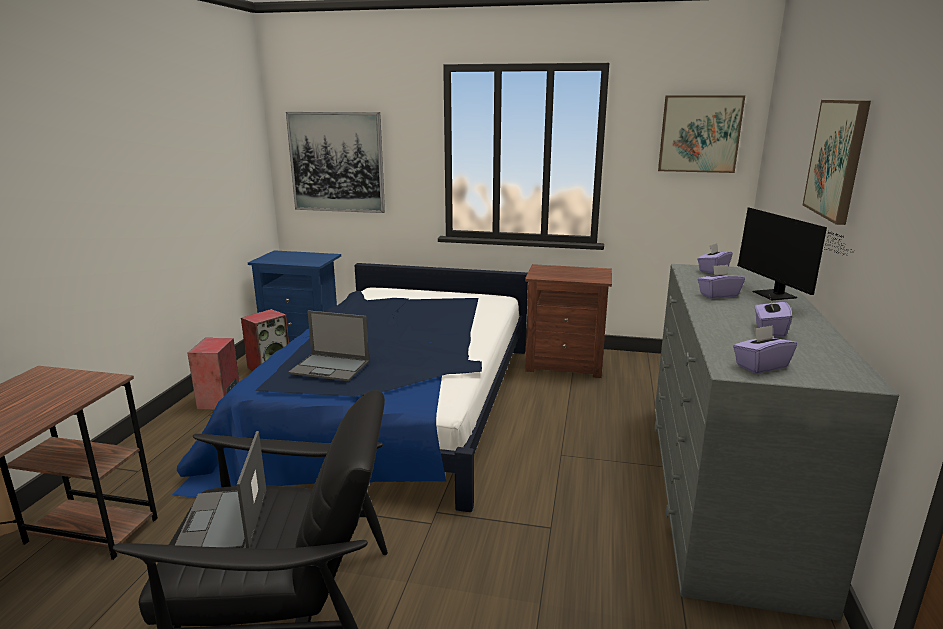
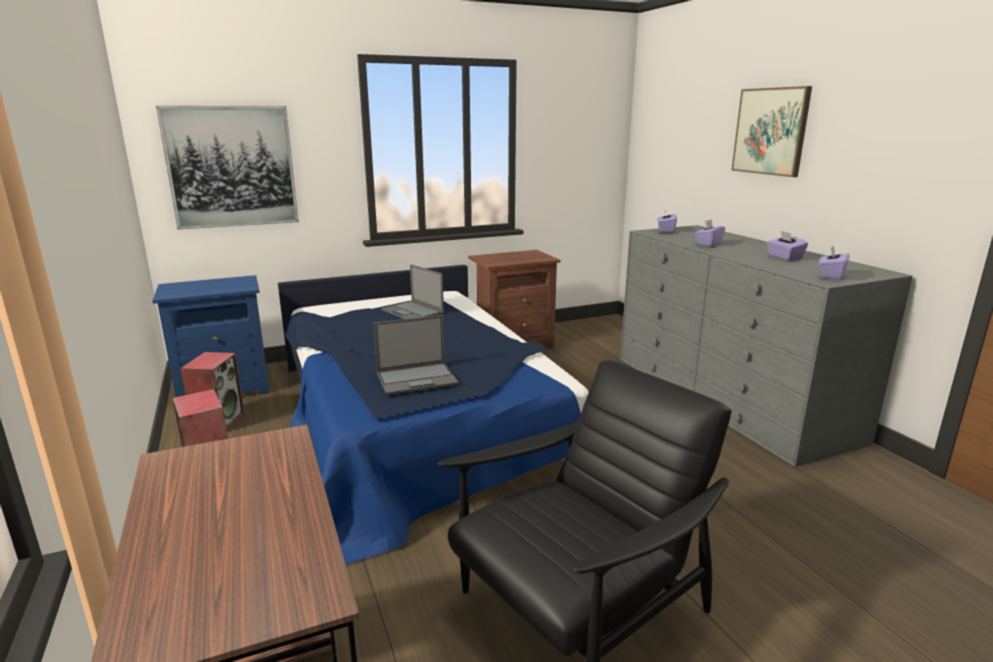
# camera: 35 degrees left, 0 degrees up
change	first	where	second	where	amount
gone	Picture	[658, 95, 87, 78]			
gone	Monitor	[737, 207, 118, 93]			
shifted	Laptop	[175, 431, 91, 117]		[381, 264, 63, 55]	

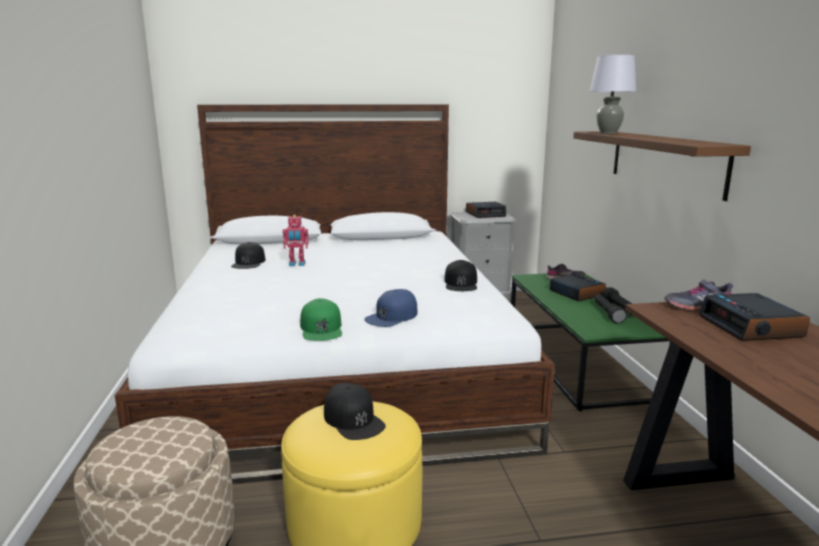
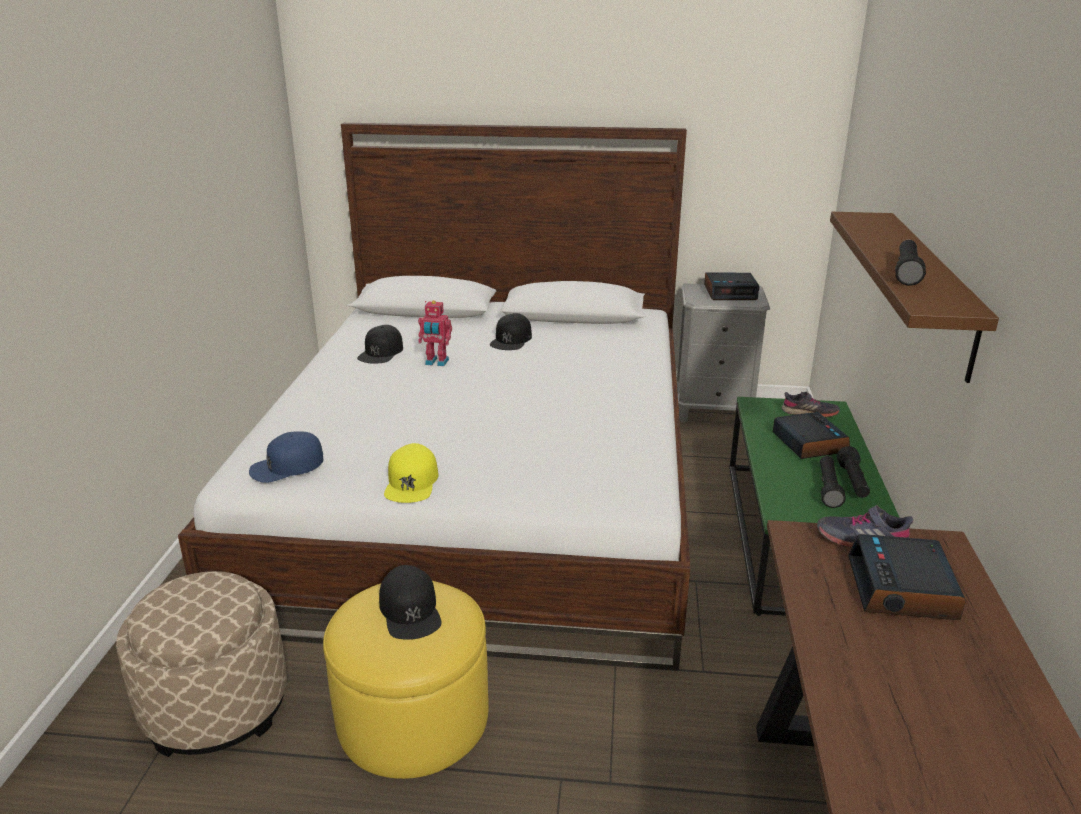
# camera: 15 degrees right, 10 degrees up
change	first	where	second	where	amount
gone	GreyTableLamp	[589, 55, 47, 79]			
new			BlackFlashlight	[895, 240, 31, 46]	
shifted	BlueCap	[364, 289, 53, 38]		[249, 431, 74, 52]	
shifted	BlackCap	[444, 260, 33, 31]		[490, 313, 42, 37]	
repainted	GreenCap	[300, 298, 42, 43]	YellowCap	[384, 443, 54, 60]	

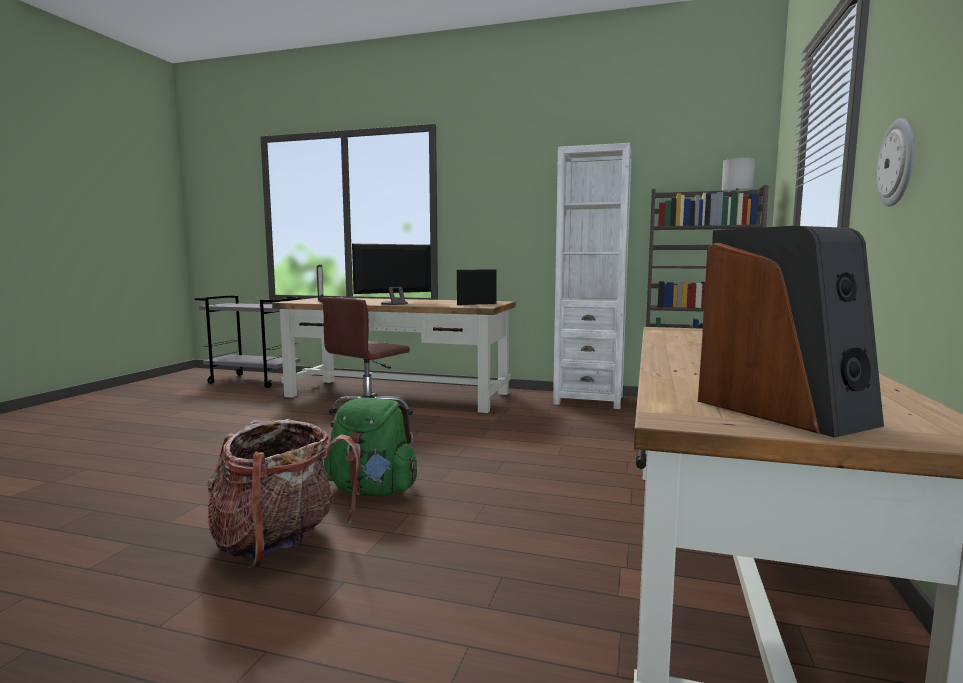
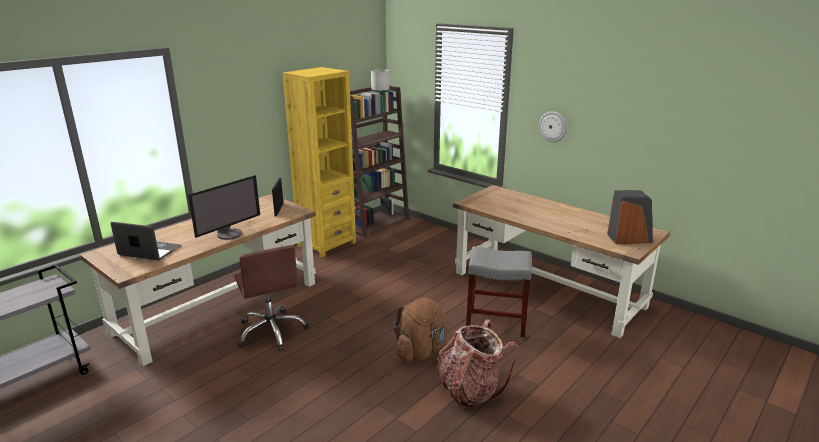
# camera: 65 degrees left, 15 degrees up
change	first	where	second	where	amount
new			GreyStool	[466, 246, 66, 92]	
repainted	GreenBackpack	[324, 397, 93, 99]	BrownBackpack	[394, 297, 53, 65]	
repainted	WhiteBookcase	[553, 143, 79, 266]	YellowBookcase	[283, 67, 73, 191]	
rotated	Monitor	[352, 244, 79, 61]		[188, 175, 72, 65]	135 degrees counterclockwise

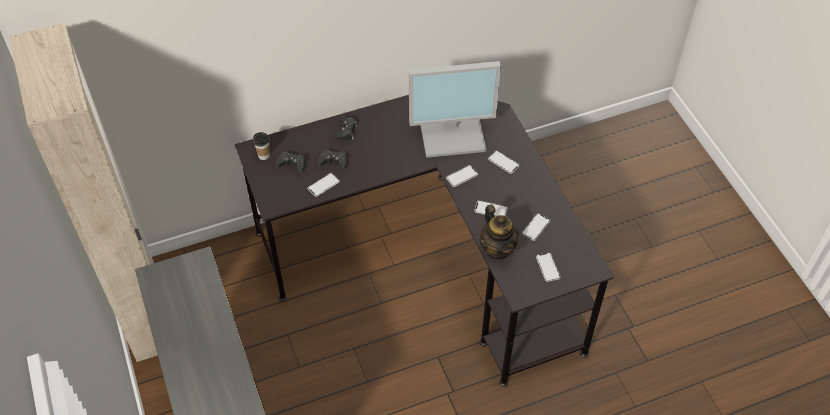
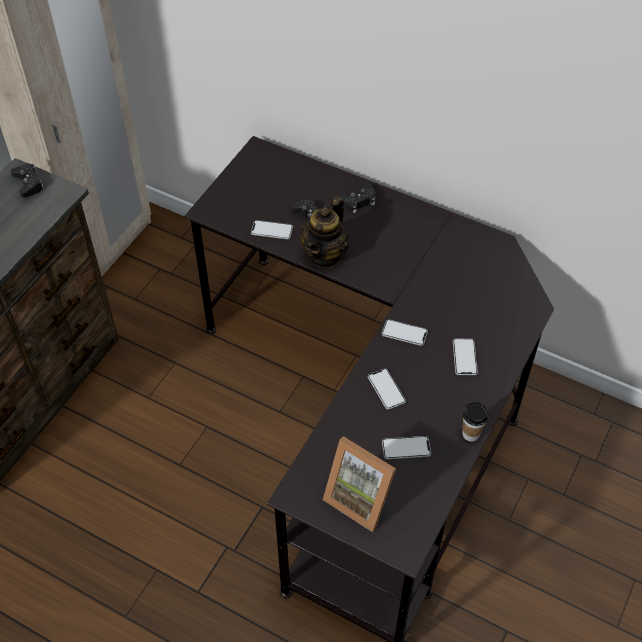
# camera: 50 degrees right, 0 degrees up
change	first	where	second	where	amount
gone	Monitor	[409, 61, 92, 97]			
shifted	Cup	[253, 132, 17, 28]		[462, 402, 26, 40]	
shifted	BlackGameController	[276, 151, 29, 21]		[11, 163, 33, 35]	
shifted	Teapot	[480, 204, 39, 56]		[300, 196, 49, 72]	
swapped	Phone	[536, 252, 25, 30]	PictureFrame	[323, 436, 73, 96]	

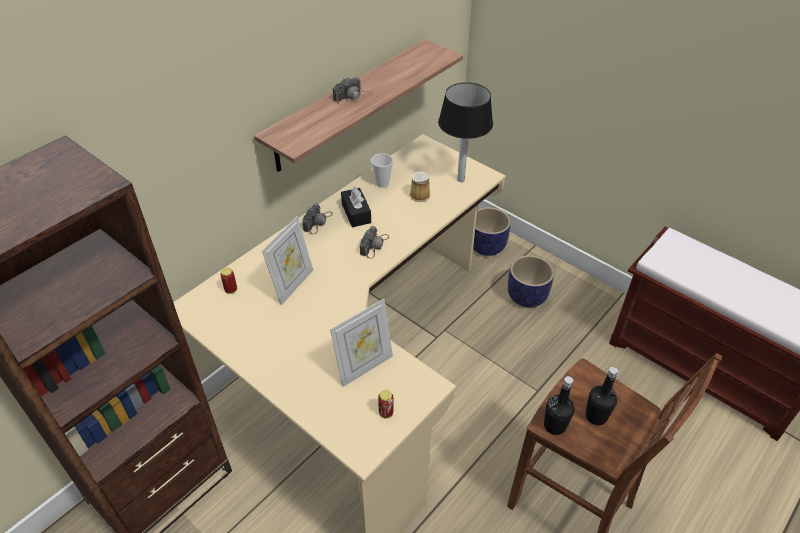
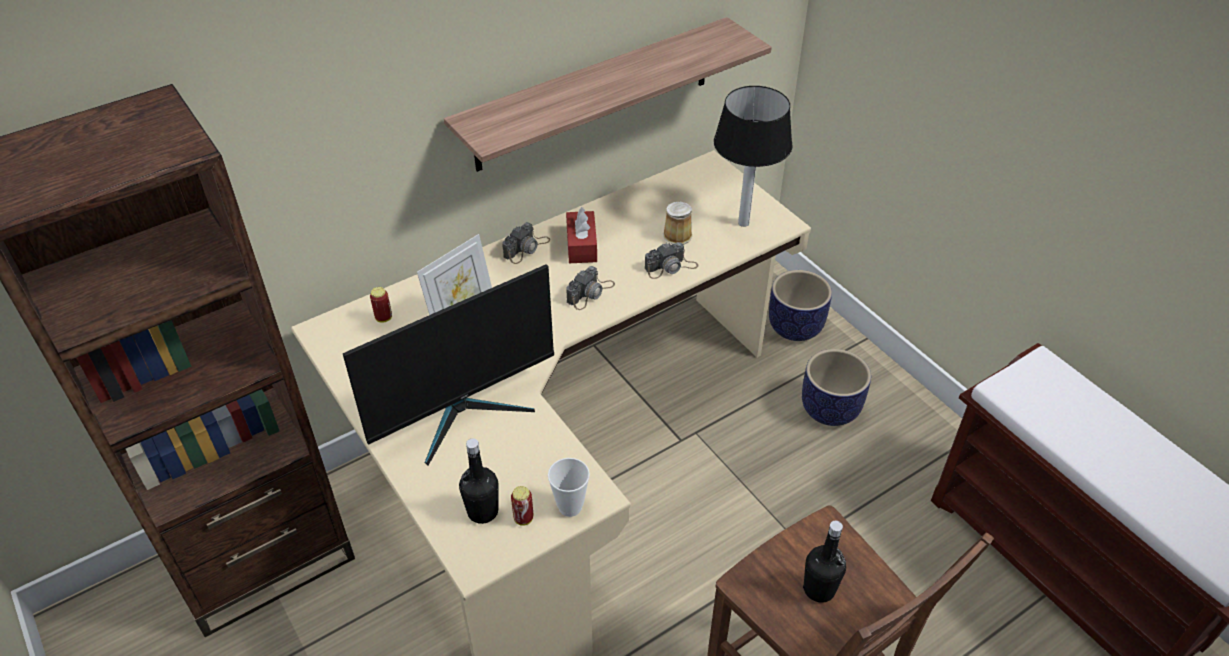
# camera: 15 degrees right, 0 degrees up
change	first	where	second	where	amount
gone	PictureFrame	[330, 299, 63, 88]			
new			Monitor	[343, 265, 211, 200]	
shifted	PhotoCamera	[333, 76, 40, 29]		[645, 242, 54, 37]	
shifted	Cup	[371, 153, 22, 35]		[548, 458, 42, 59]	
shifted	BlackBottle	[544, 376, 31, 59]		[459, 439, 39, 85]	
repainted	BlackTissueBox	[341, 186, 30, 41]	RedTissueBox	[566, 207, 31, 56]	

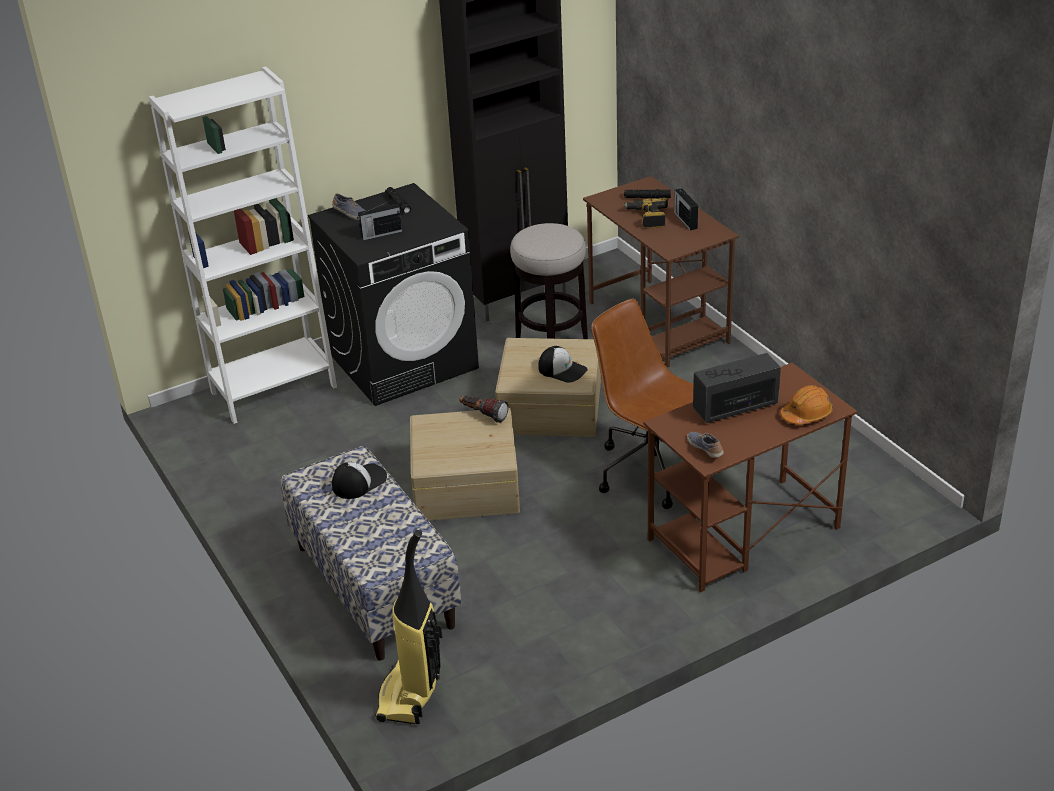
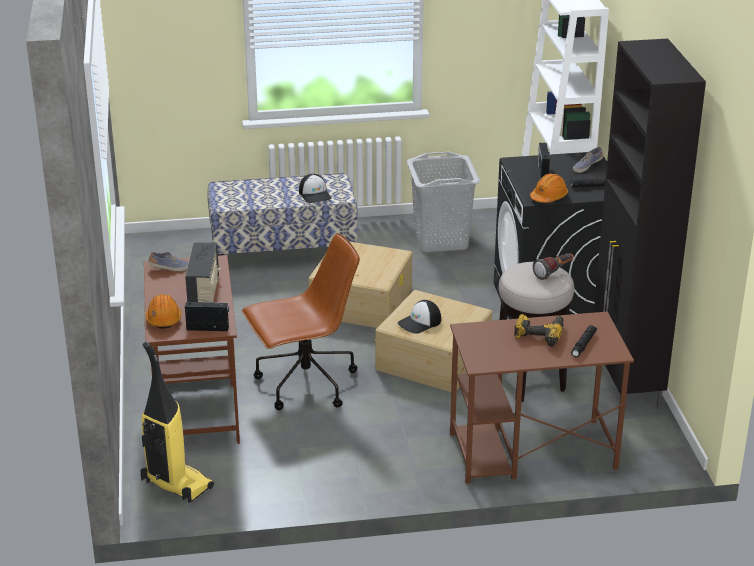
# camera: 110 degrees right, 5 degrees down
change	first	where	second	where	amount
new			GreyLaundryBasket	[407, 152, 73, 101]	
new			OrangeHardHat	[530, 173, 38, 30]	
shifted	VacuumCleaner	[375, 530, 67, 194]		[140, 342, 74, 161]	
shifted	Flashlight	[459, 395, 50, 28]		[533, 253, 41, 27]	
shifted	Radio	[674, 188, 24, 42]		[185, 297, 44, 34]	

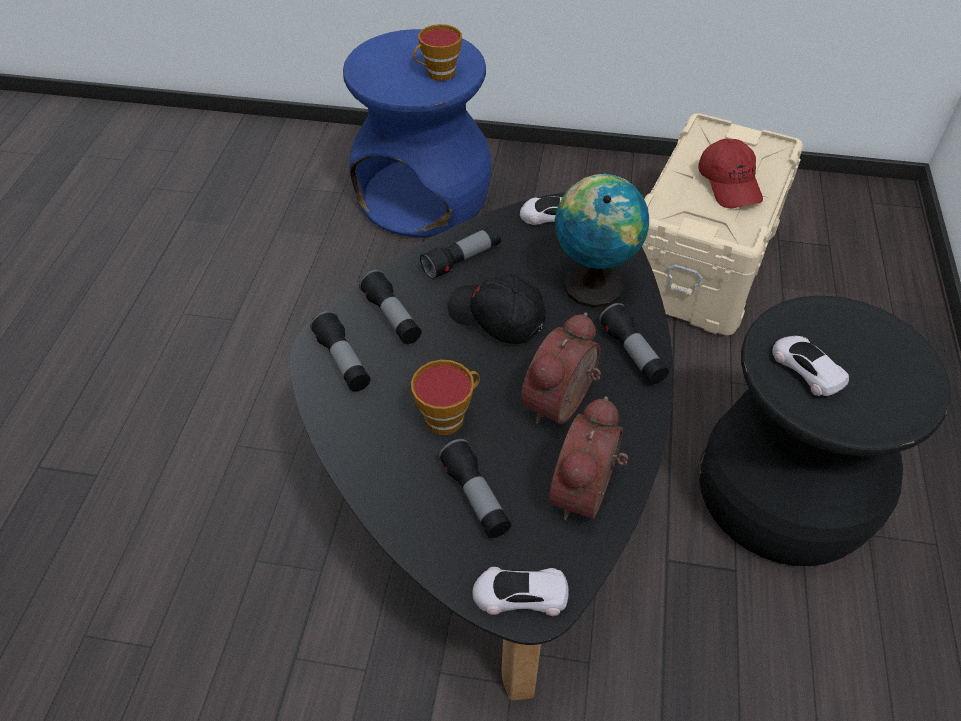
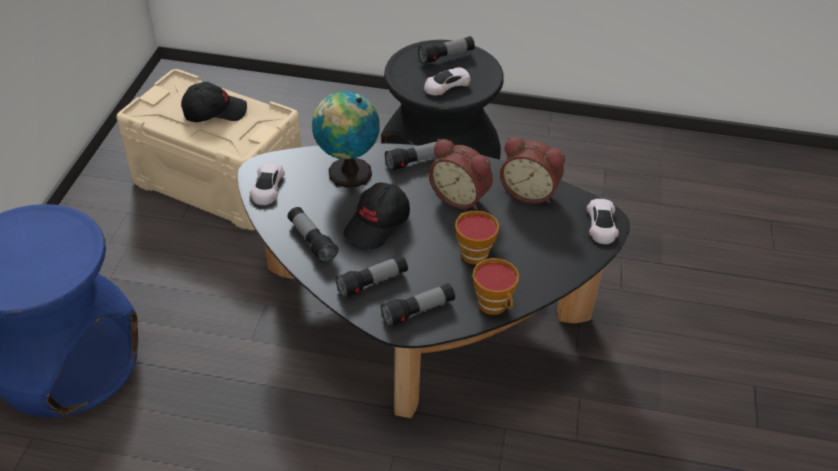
# camera: 90 degrees left, 5 degrees down
change	first	where	second	where	amount
shifted	Cup	[413, 24, 49, 57]		[473, 258, 46, 57]	
shifted	Flashlight	[438, 439, 73, 99]		[418, 36, 57, 28]	
repainted	RedCap	[698, 139, 65, 69]	BlackCap	[181, 82, 66, 40]	

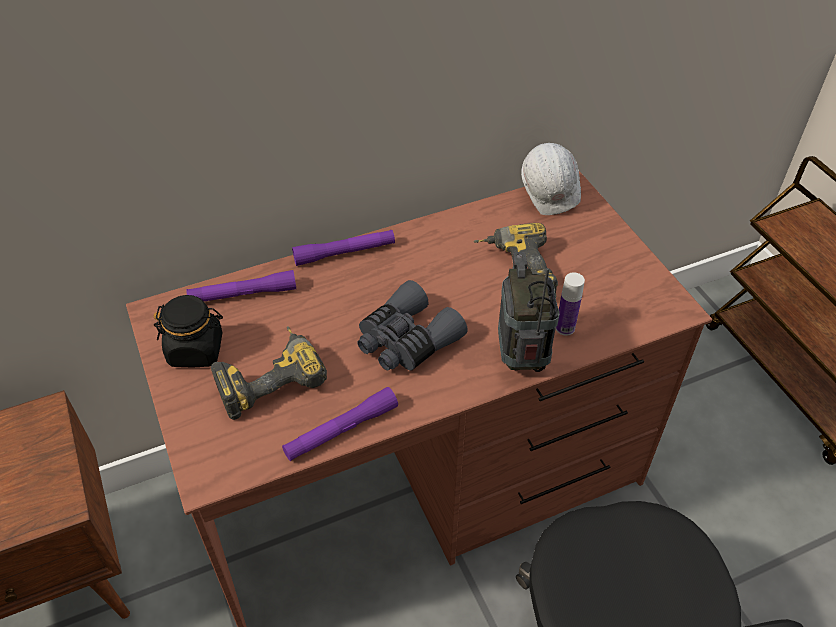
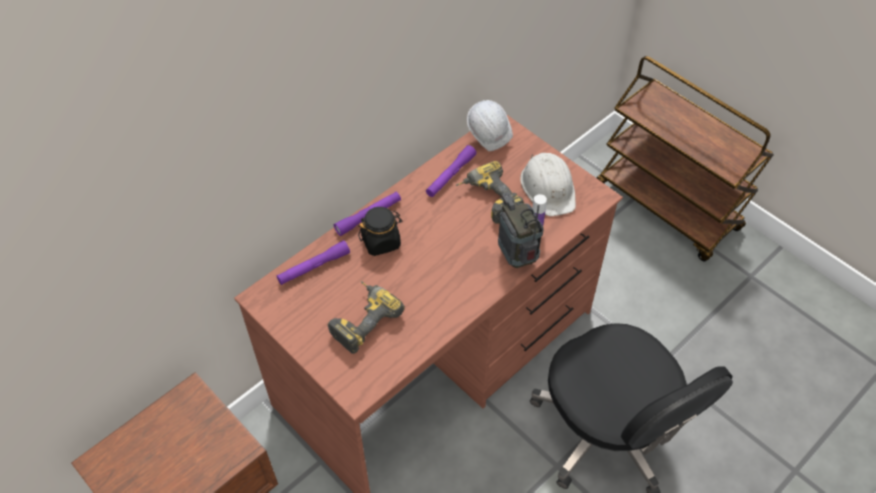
# camera: 20 degrees left, 5 degrees up
change	first	where	second	where	amount
gone	GreyBinoculars	[357, 280, 111, 91]			
new			WhiteHardHat	[520, 153, 56, 63]	
shifted	BlackJar	[153, 295, 70, 73]		[358, 207, 45, 49]	
shifted	PurpleFlashlight	[282, 387, 116, 74]		[426, 145, 50, 52]	

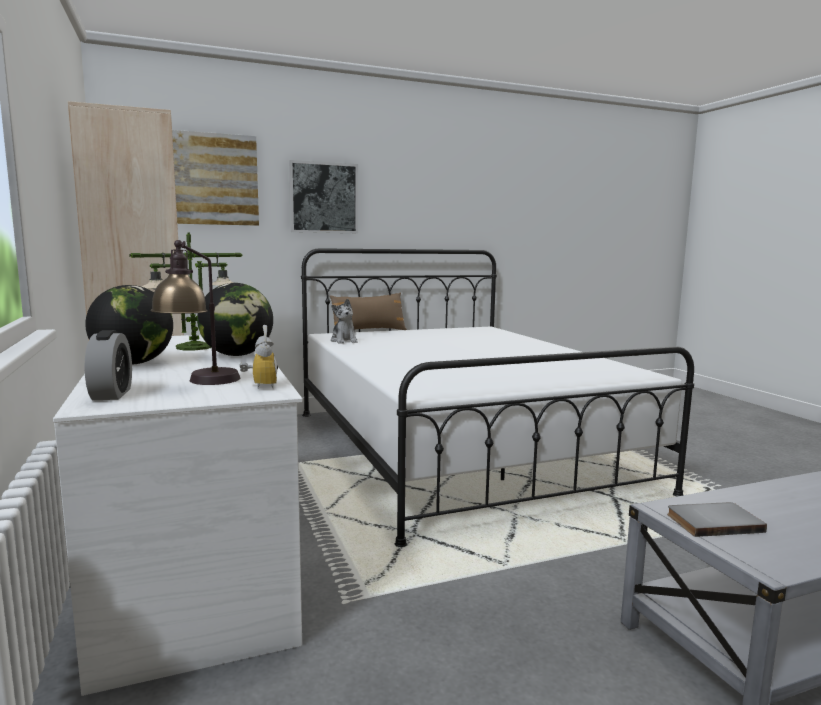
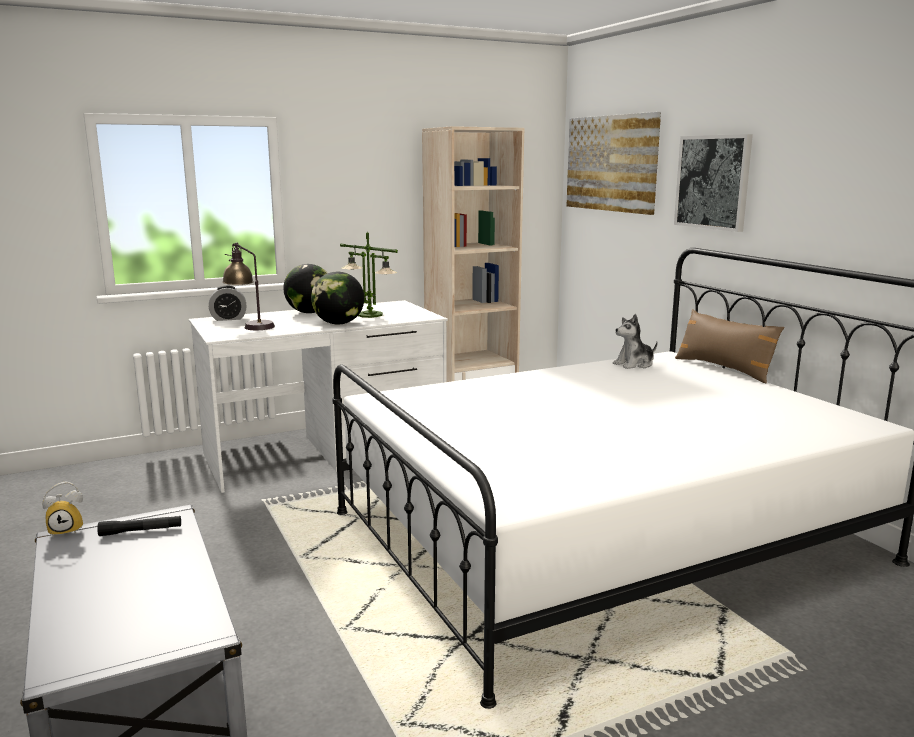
# camera: 85 degrees right, 5 degrees up
change	first	where	second	where	amount
shifted	AlarmClock	[240, 325, 38, 63]		[42, 482, 41, 55]	
swapped	GreyBook	[667, 502, 100, 35]	BlackFlashlight	[97, 516, 84, 20]	

